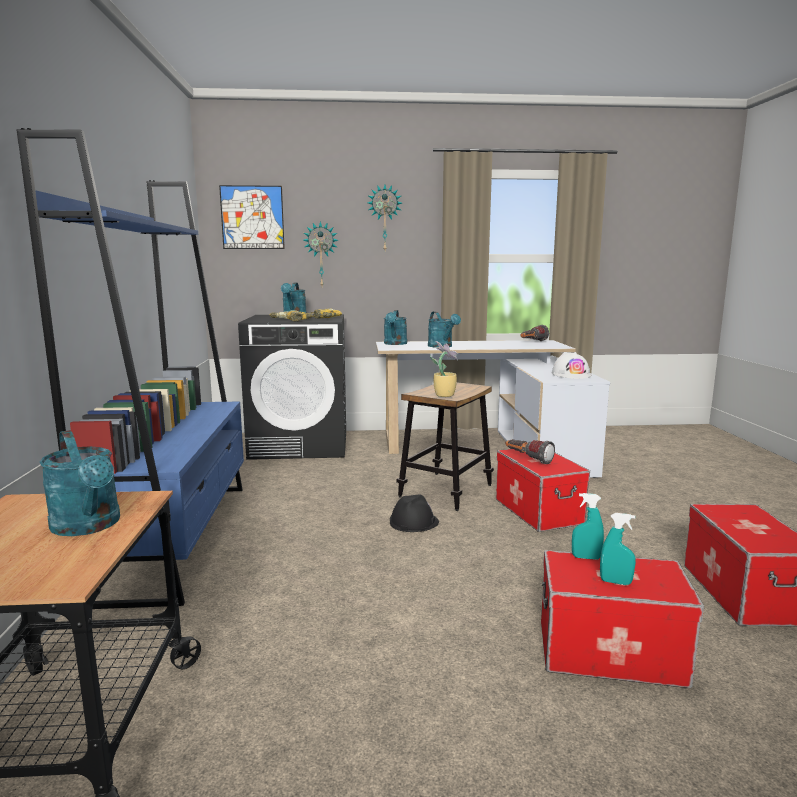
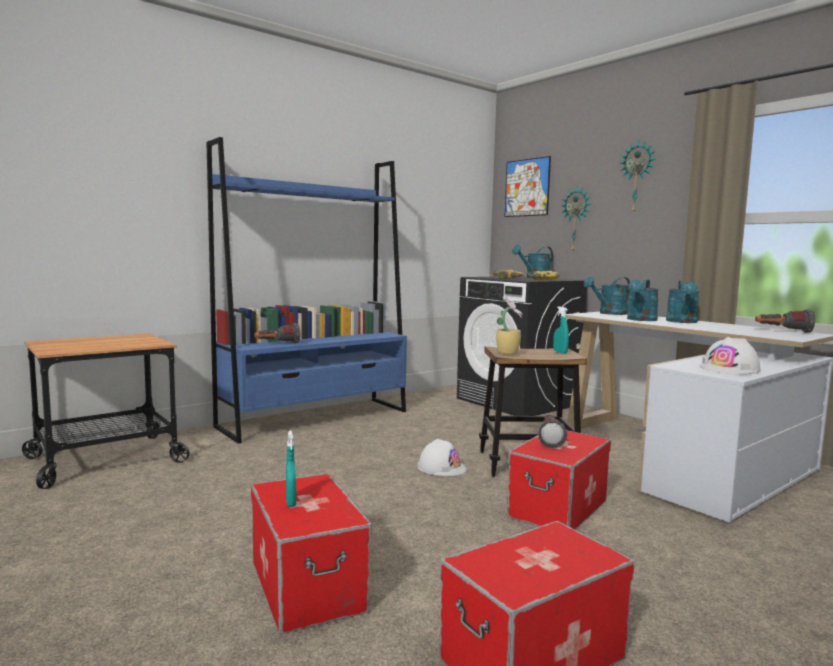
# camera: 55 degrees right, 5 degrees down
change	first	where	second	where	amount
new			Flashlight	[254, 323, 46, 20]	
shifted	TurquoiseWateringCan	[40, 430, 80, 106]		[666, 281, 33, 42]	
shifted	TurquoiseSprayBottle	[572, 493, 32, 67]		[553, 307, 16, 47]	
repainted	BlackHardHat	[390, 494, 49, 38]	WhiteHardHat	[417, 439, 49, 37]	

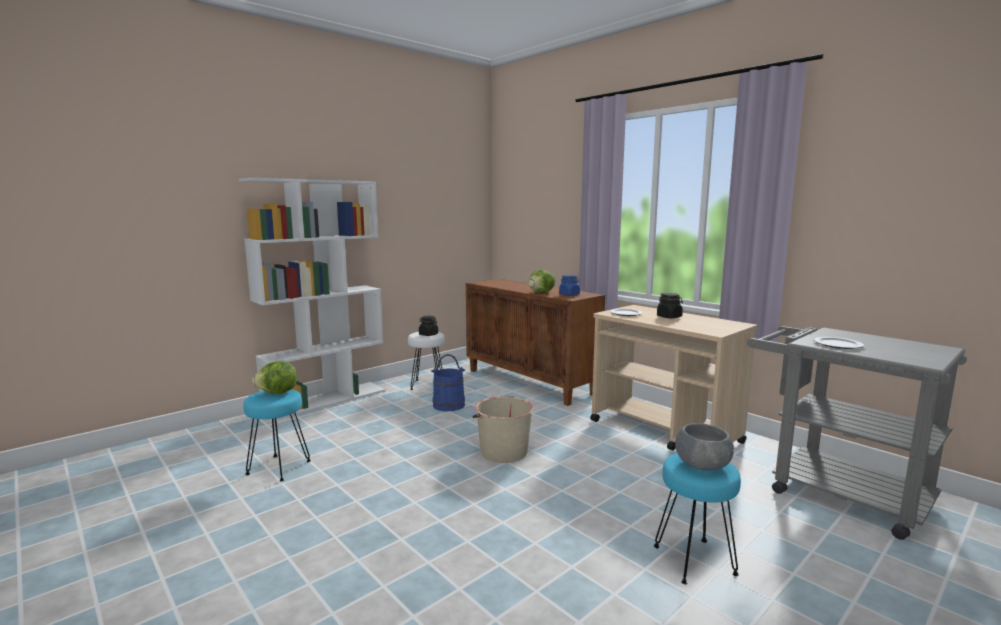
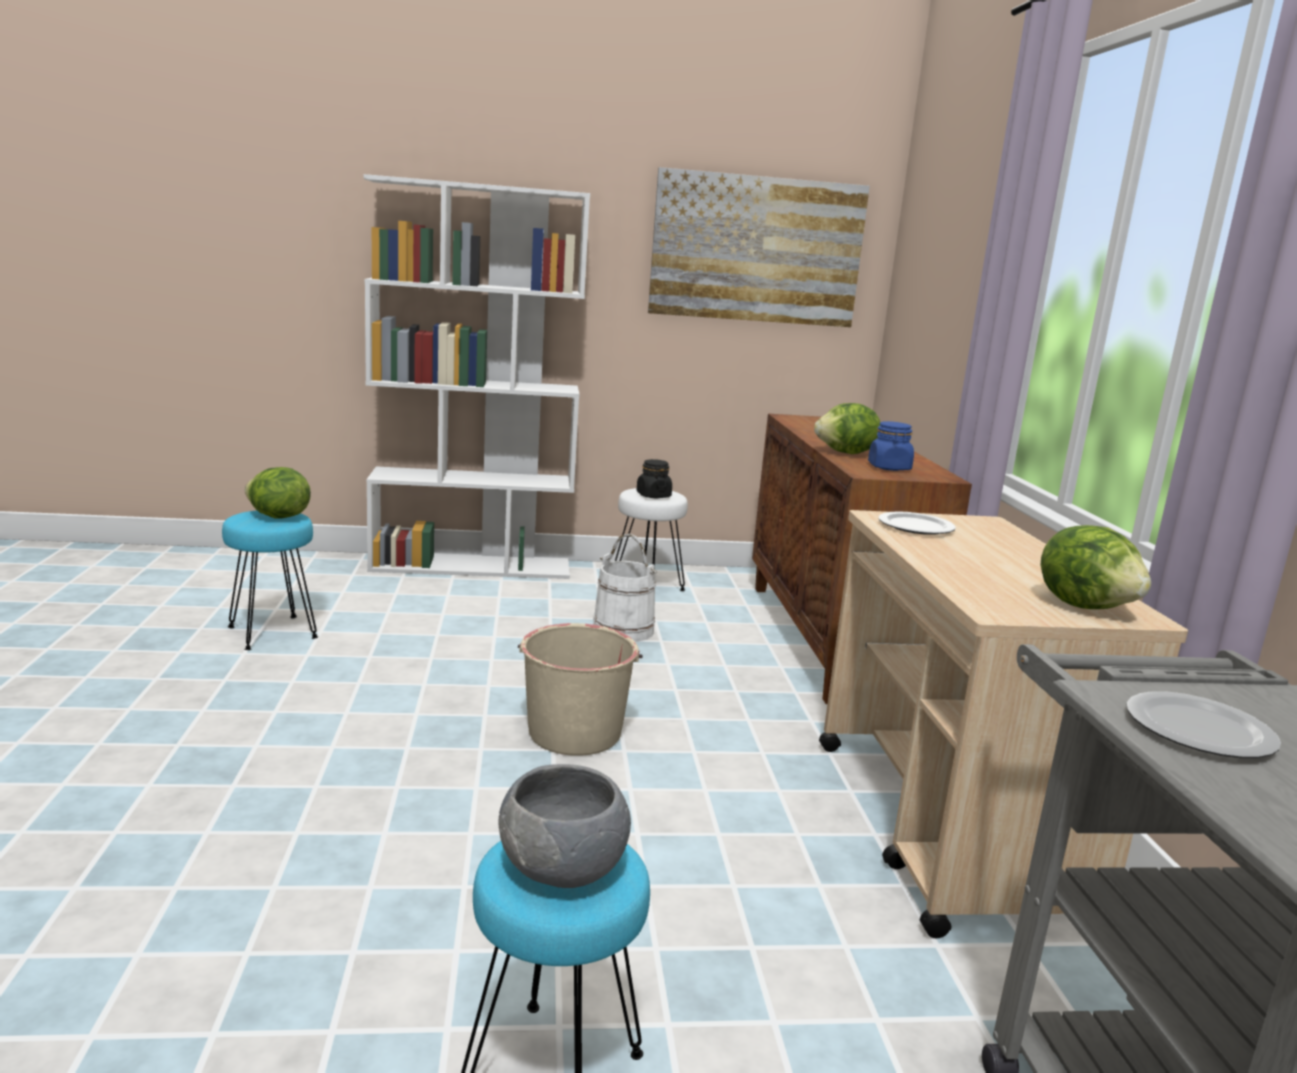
# camera: 35 degrees right, 5 degrees up
change	first	where	second	where	amount
gone	BlackJar	[657, 293, 26, 25]			
new			Picture	[648, 167, 222, 160]	
new			Lettuce	[1040, 525, 111, 84]	
repainted	BlueBucket	[431, 354, 34, 57]	WhiteBucket	[593, 534, 64, 108]	

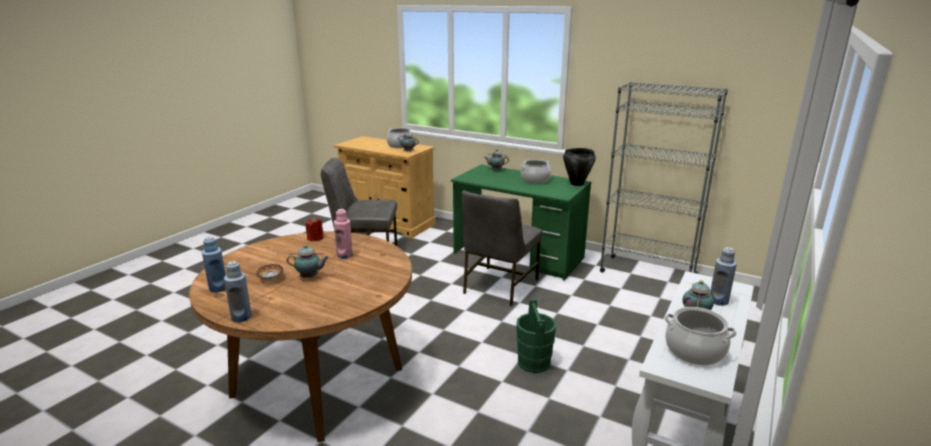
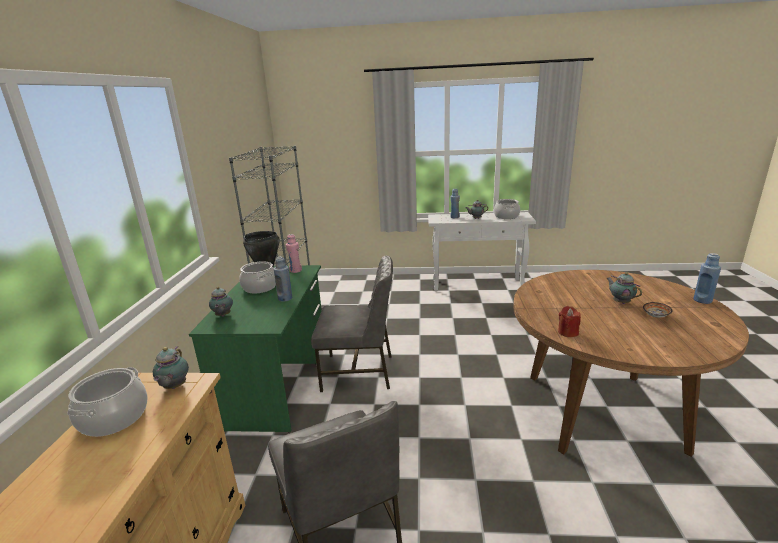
# camera: 115 degrees left, 0 degrees up
change	first	where	second	where	amount
gone	GreenBucket	[516, 299, 40, 74]			
shifted	BlueBottle	[202, 237, 24, 55]		[274, 257, 18, 45]	
shifted	PinkBottle	[334, 209, 19, 50]		[286, 234, 16, 39]	

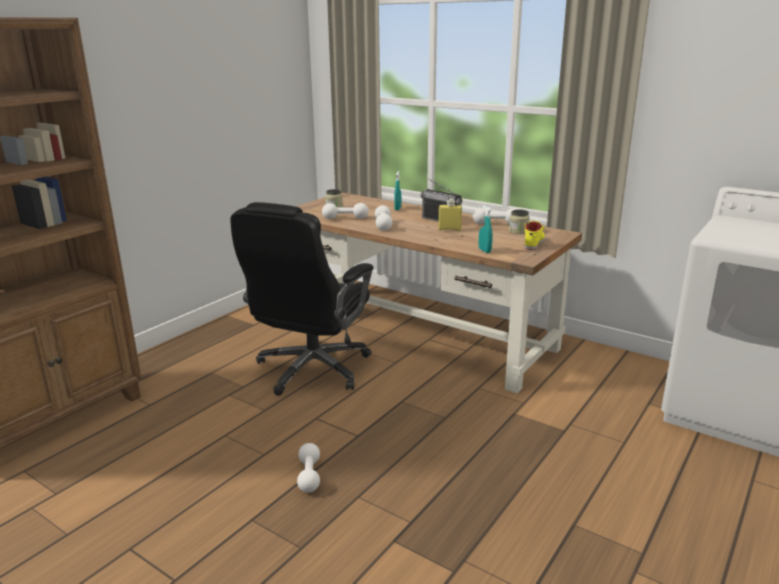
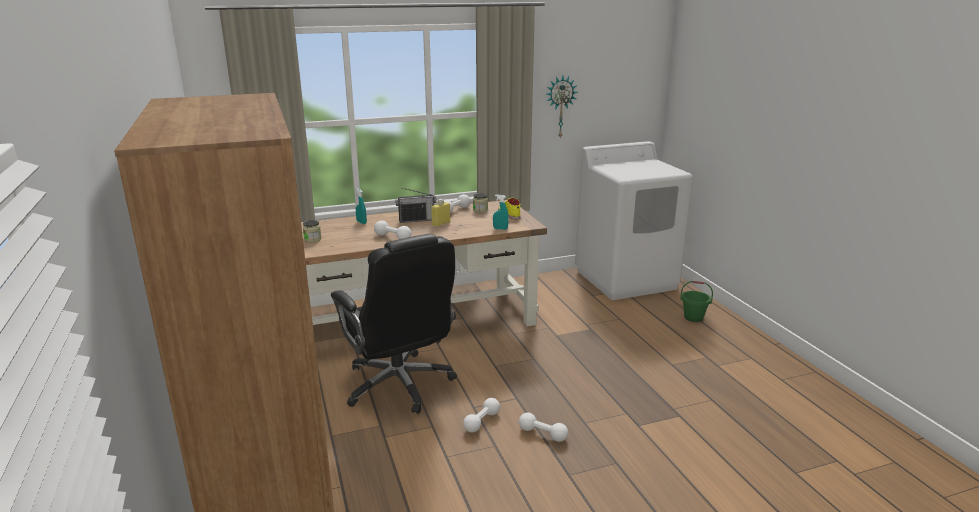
# camera: 55 degrees left, 0 degrees up
change	first	where	second	where	amount
new			WallClock	[547, 76, 31, 62]	
new			GreenBucket	[680, 281, 33, 41]	
shifted	WhiteDumbbell	[322, 203, 47, 16]		[463, 398, 37, 35]	

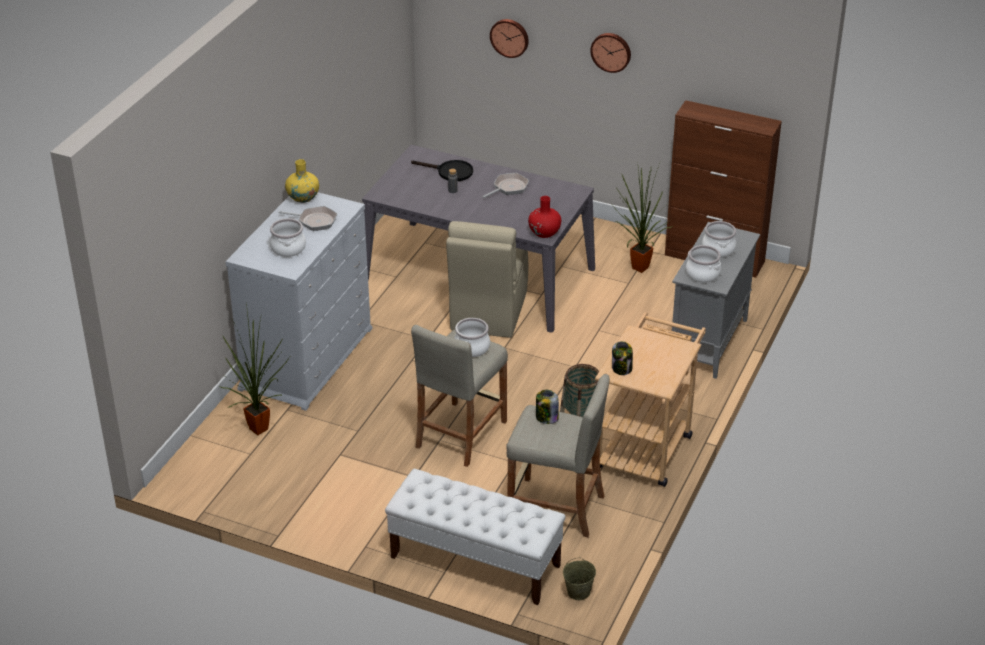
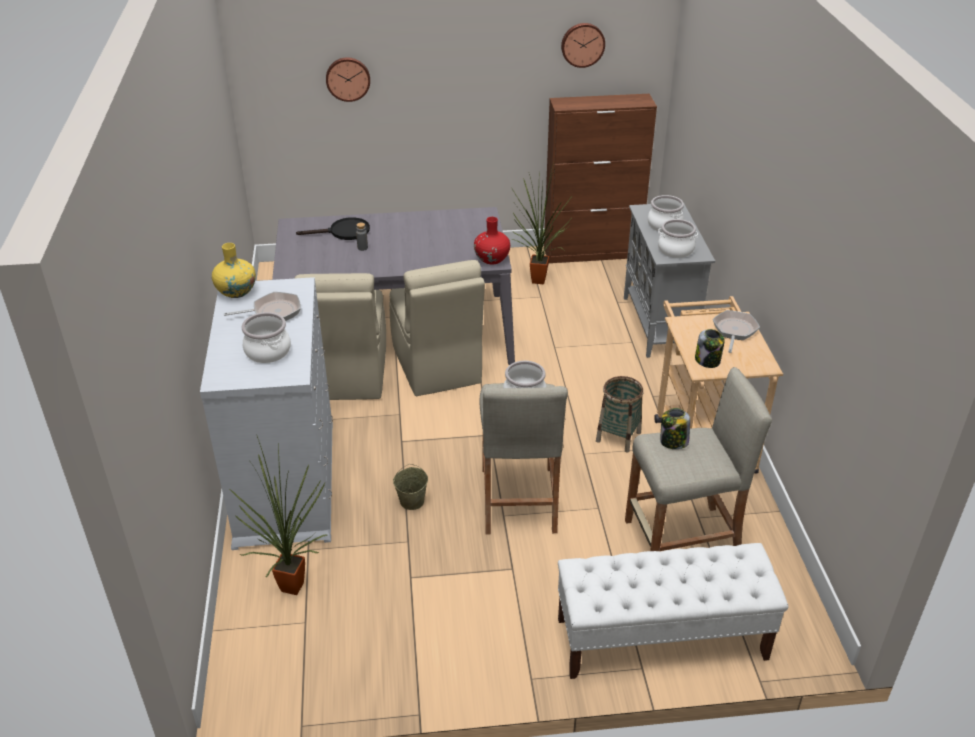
# camera: 30 degrees left, 0 degrees up
change	first	where	second	where	amount
new			BeigeChair	[294, 273, 92, 127]	
shifted	FryingPan	[482, 173, 47, 25]		[713, 310, 47, 43]	
shifted	BeigeBucket	[563, 558, 33, 42]		[393, 464, 35, 46]	
shifted	WallClock	[590, 33, 41, 40]		[561, 23, 44, 45]	

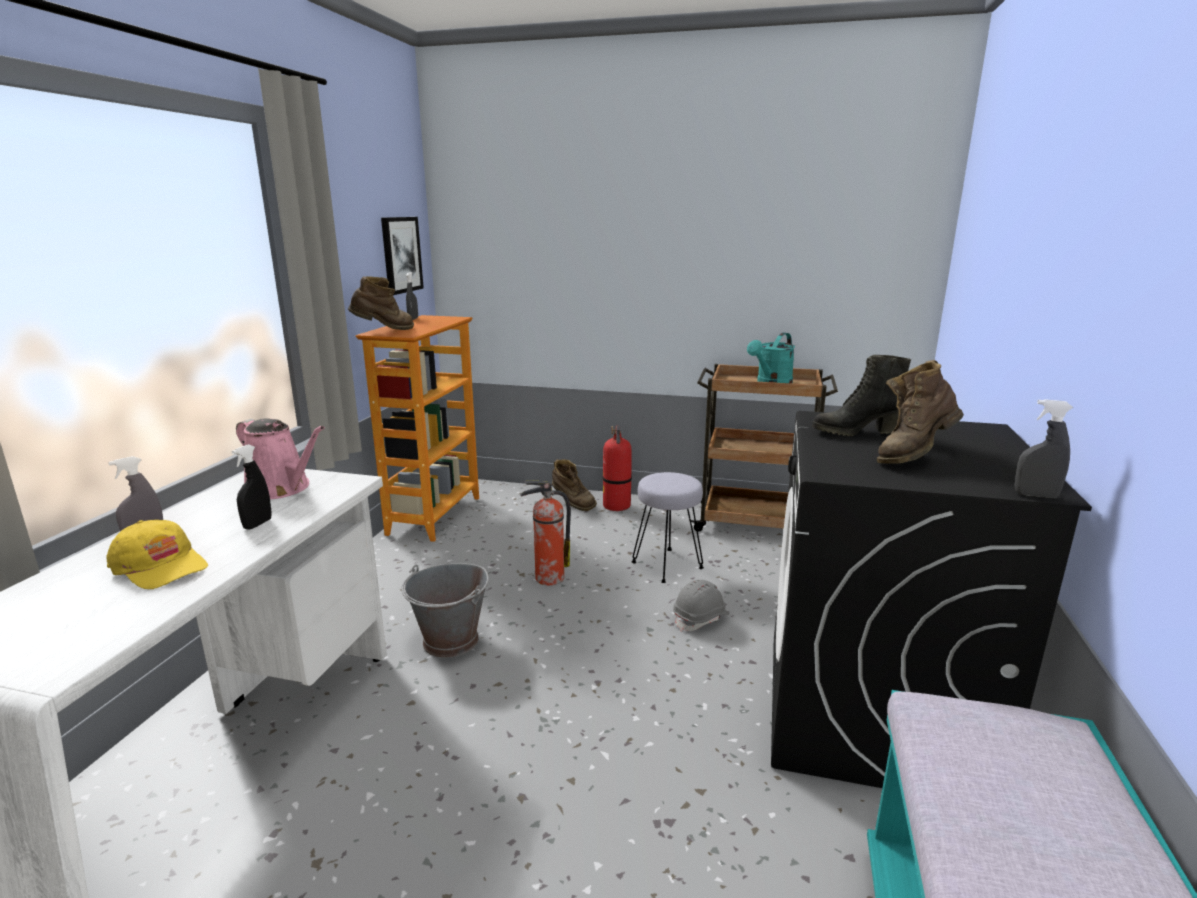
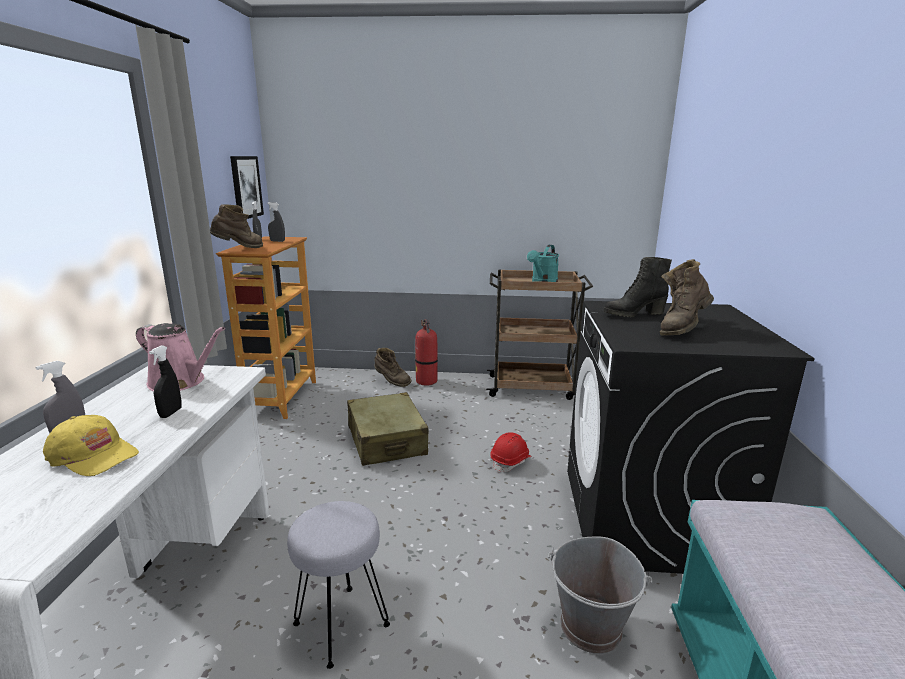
# camera: 10 degrees left, 0 degrees up
change	first	where	second	where	amount
shifted	GreyBucket	[401, 563, 88, 95]		[548, 536, 105, 118]	
shifted	GreyStool	[631, 472, 73, 111]		[287, 501, 103, 168]	
shifted	GreySprayBottle	[1015, 399, 58, 99]		[267, 202, 18, 40]	
swapped	FireExtinguisher	[520, 481, 51, 104]	BeigeSuitcase	[347, 392, 81, 74]	
repainted	GreyHardHat	[673, 580, 57, 51]	RedHardHat	[490, 432, 42, 41]	

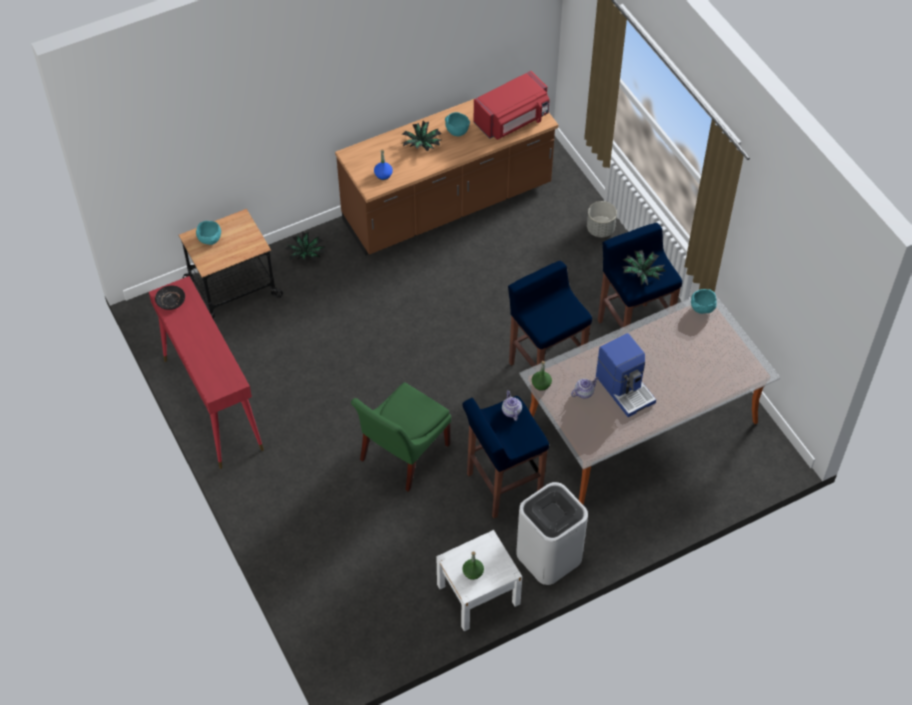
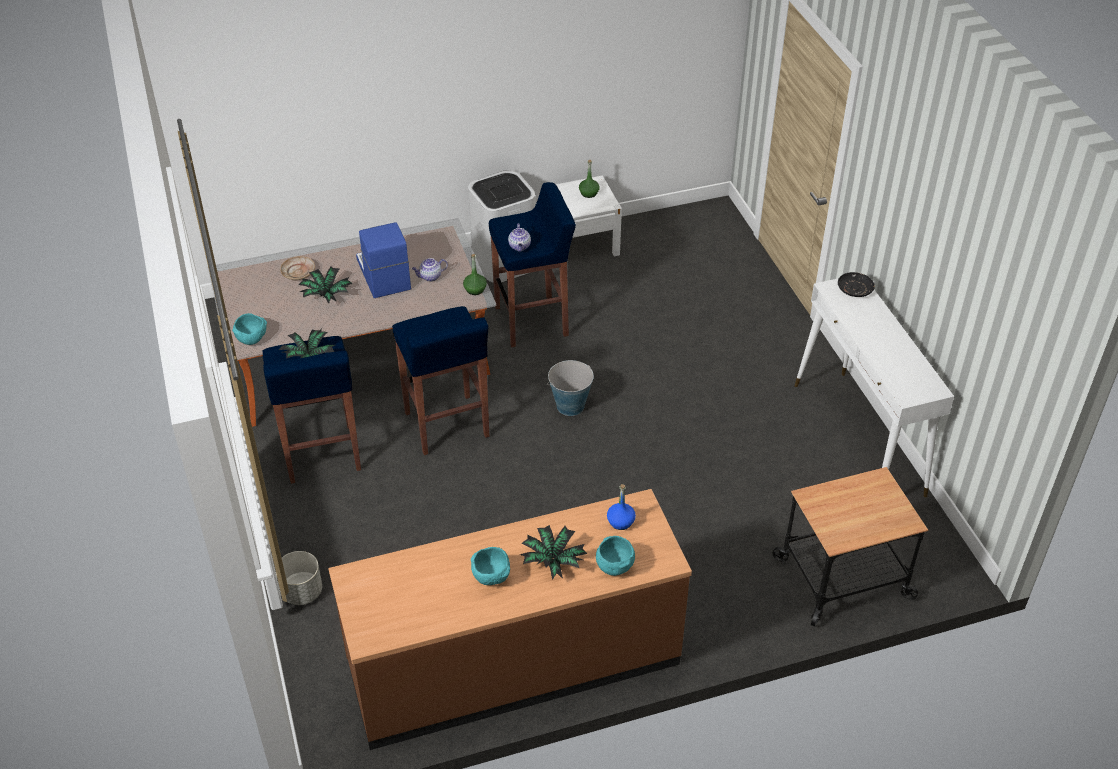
# camera: 170 degrees left, 10 degrees down
change	first	where	second	where	amount
gone	GreenChair	[351, 382, 100, 110]			
gone	RedMicrowave	[474, 71, 76, 69]			
new			BeigePlate	[280, 256, 35, 24]	
new			Bucket	[547, 360, 47, 56]	
shifted	BlackPlate	[155, 285, 30, 25]		[838, 272, 37, 25]	
shifted	TurquoiseBowl	[196, 221, 25, 24]		[596, 536, 39, 40]	
shifted	PottedPlant	[286, 232, 39, 29]		[299, 266, 54, 38]	
repainted	RedConsoleTable	[149, 276, 115, 193]	WhiteConsoleTable	[795, 273, 159, 225]	

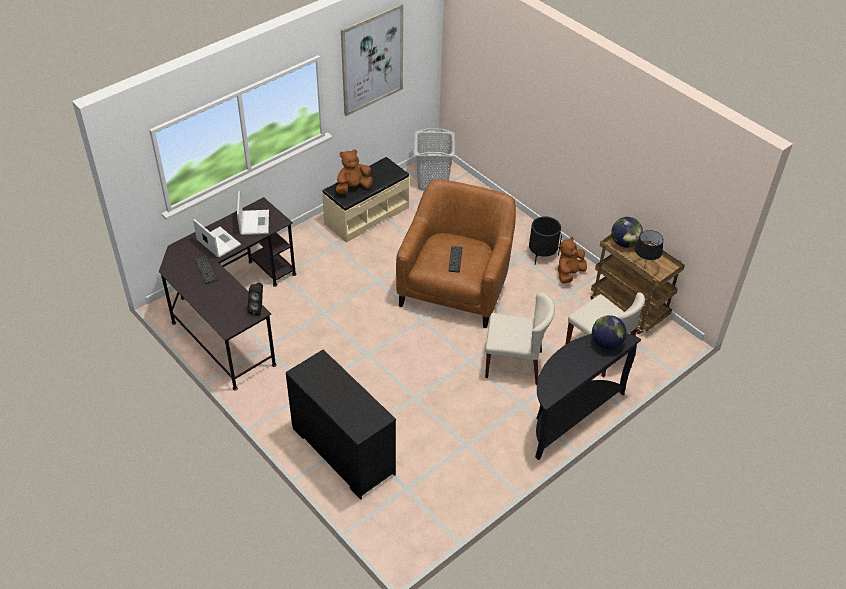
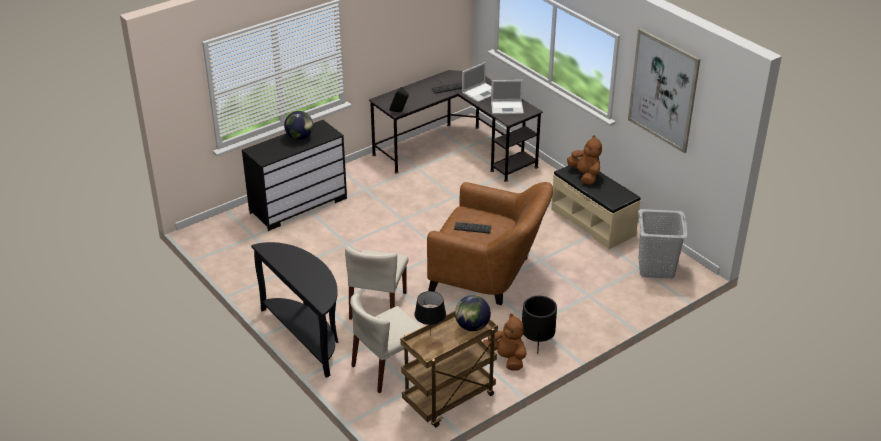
# camera: 95 degrees right, 10 degrees down
change	first	where	second	where	amount
shifted	Globe	[592, 315, 35, 34]		[284, 111, 29, 29]	

